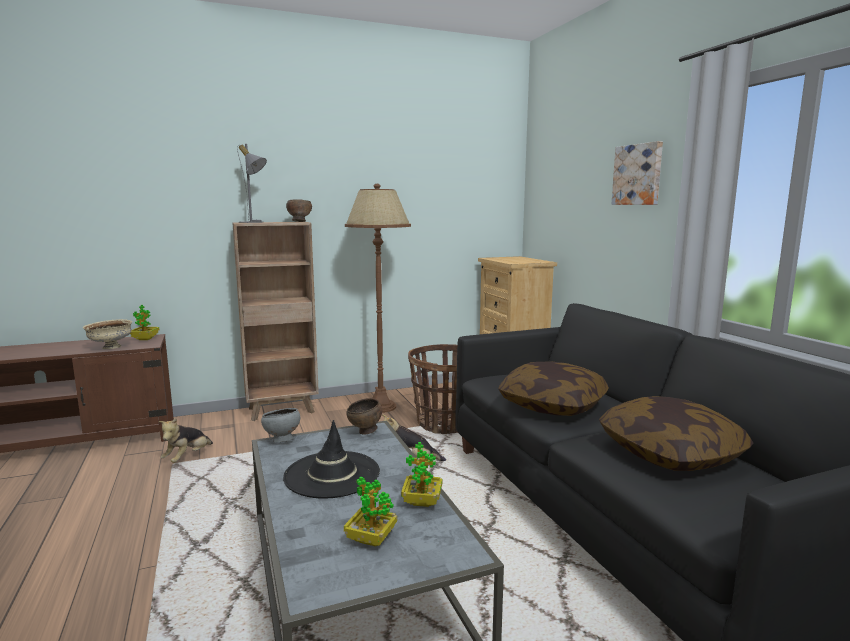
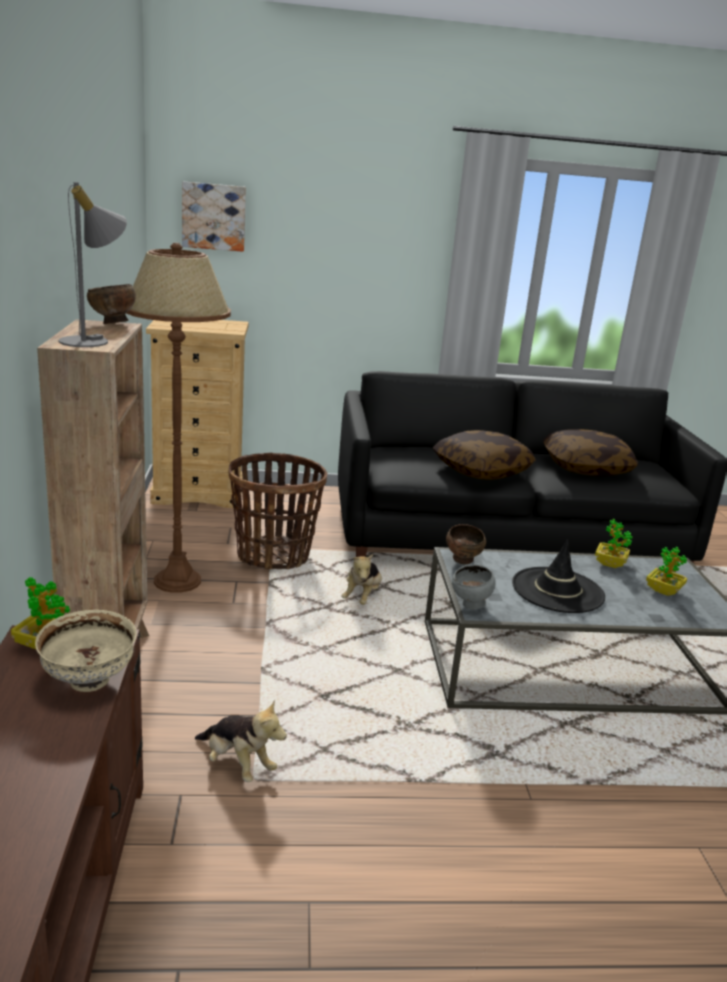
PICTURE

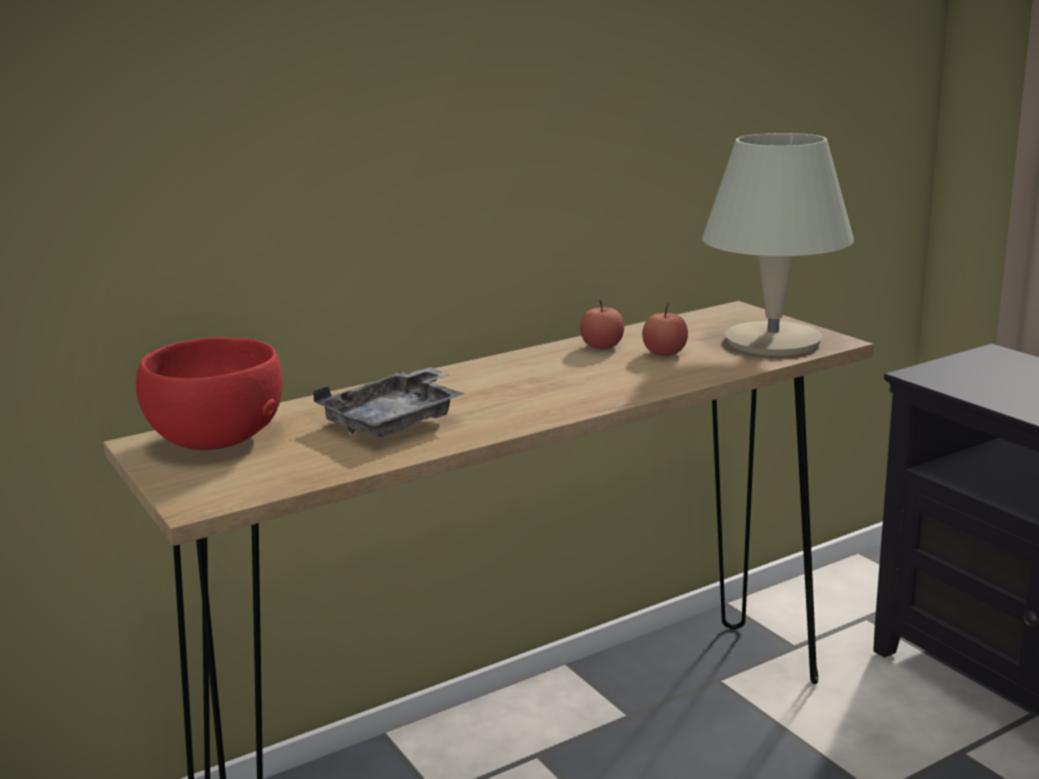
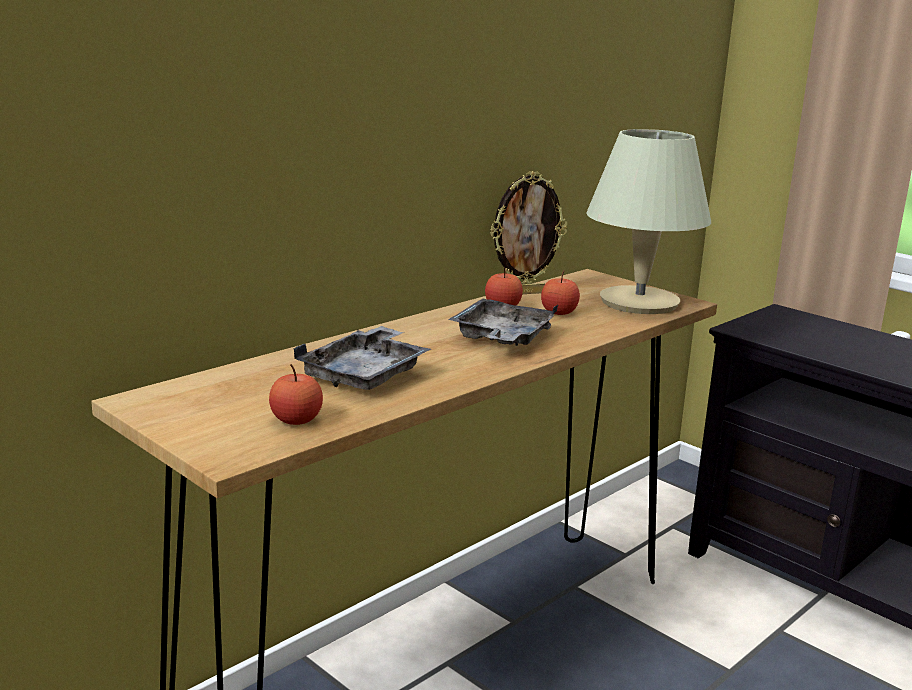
APPLE (1st from left)
GREY TRAY (2nd from left)
PICTURE FRAME
RED BOWL

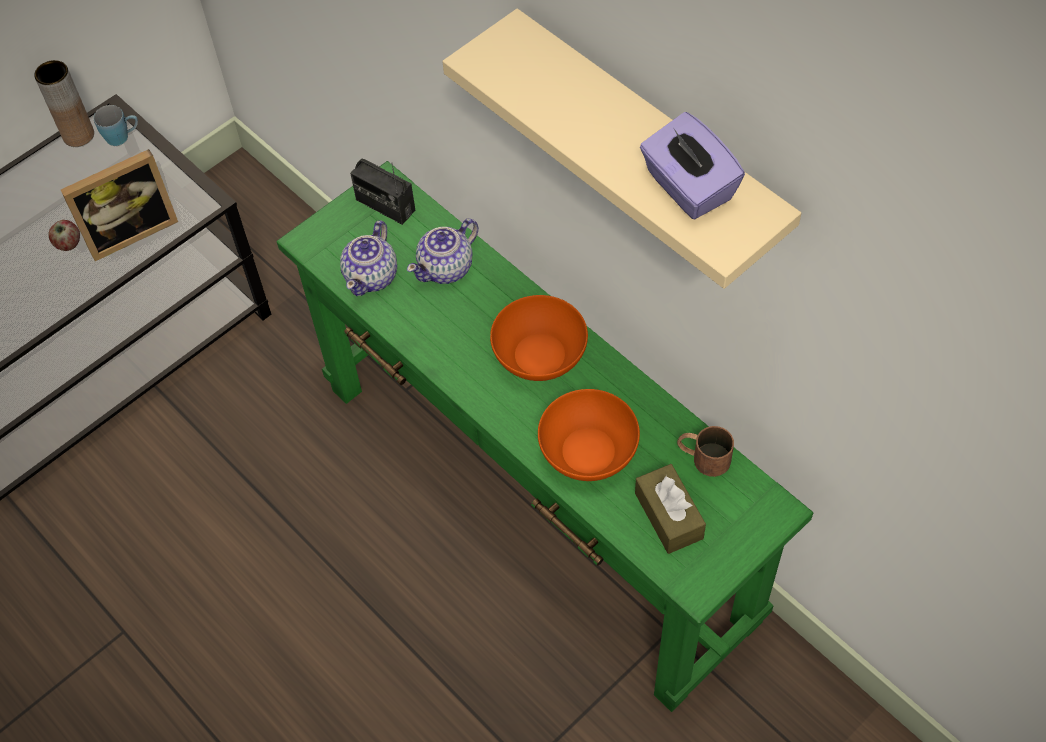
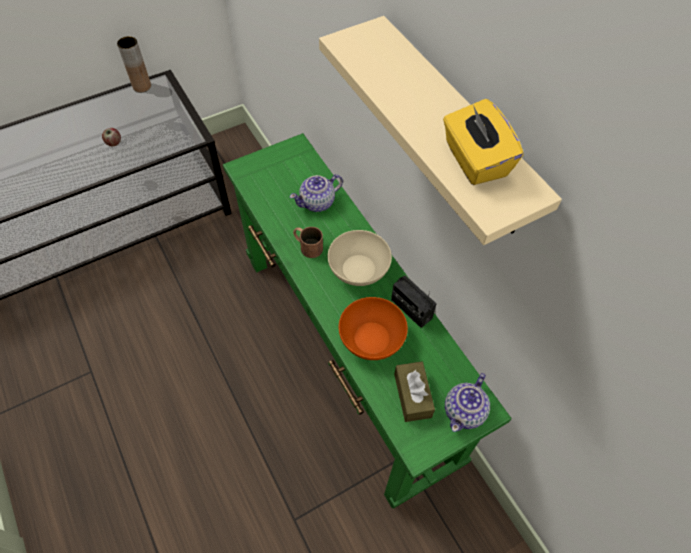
BROWN MUG
BEIGE BOWL
RADIO
YELLOW TISSUE BOX
TEAPOT (2nd from left)
PICTURE FRAME
BLUE MUG

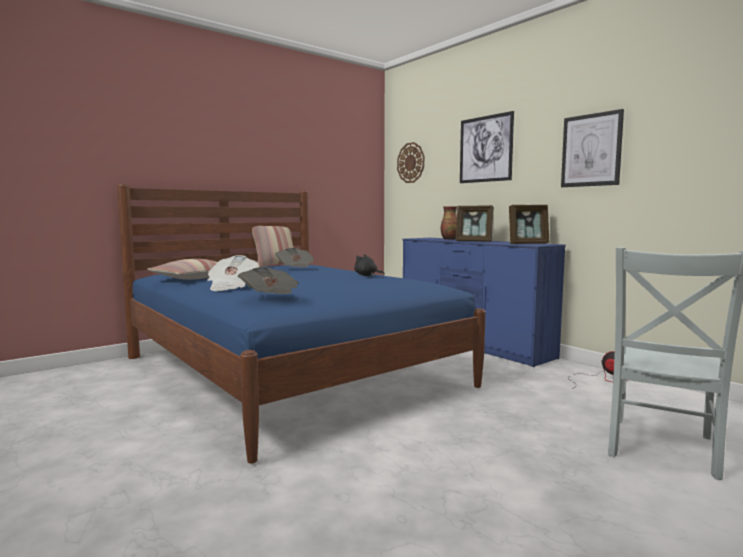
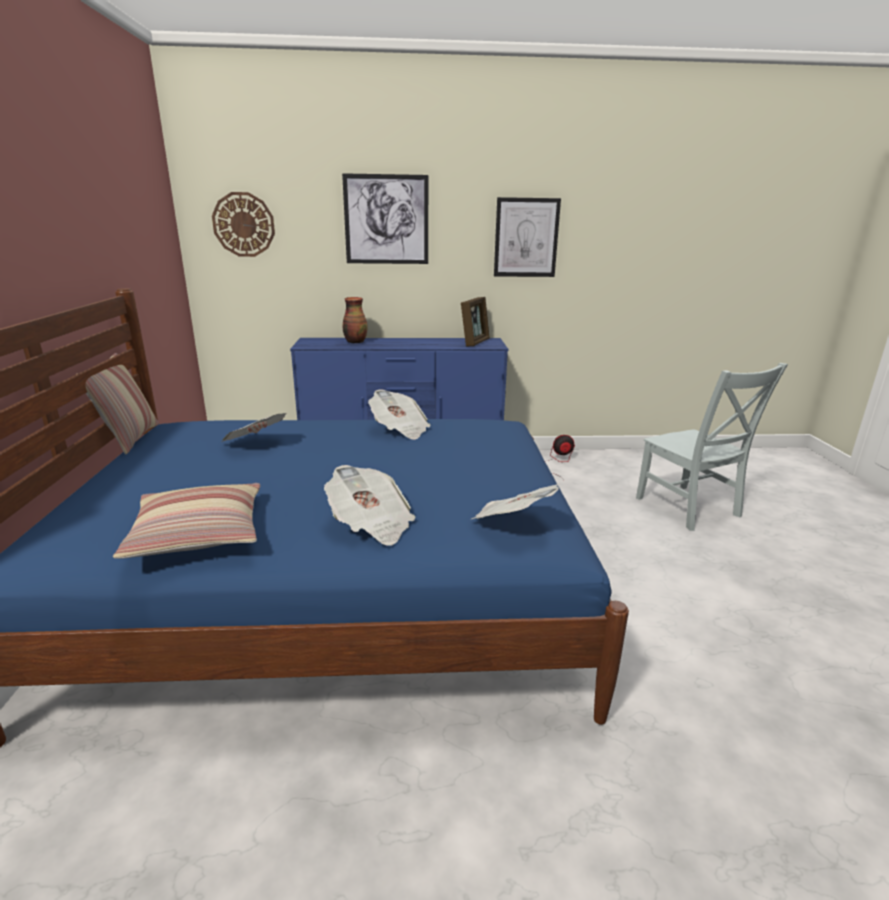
NEWSPAPER (3rd from left)
PICTURE FRAME (1st from left in the first image)

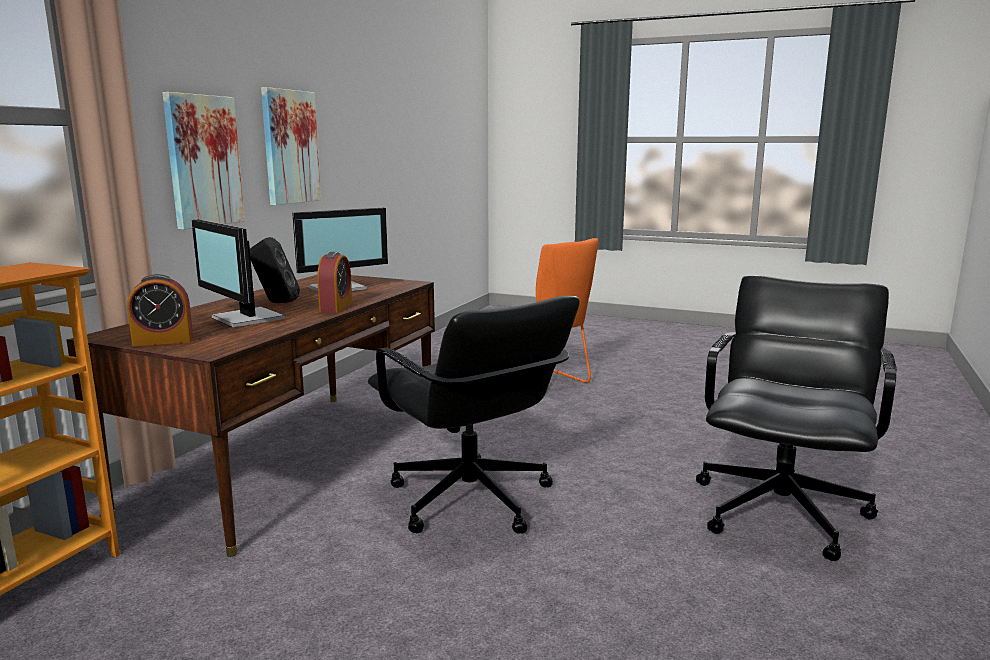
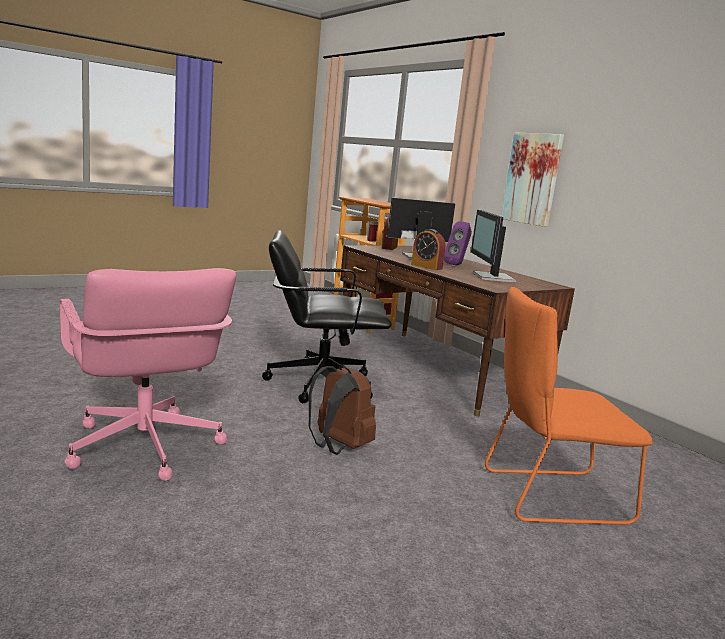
PINK OFFICE CHAIR
BROWN BACKPACK
PURPLE SPEAKER
PICTURE (2nd from left in the first image)

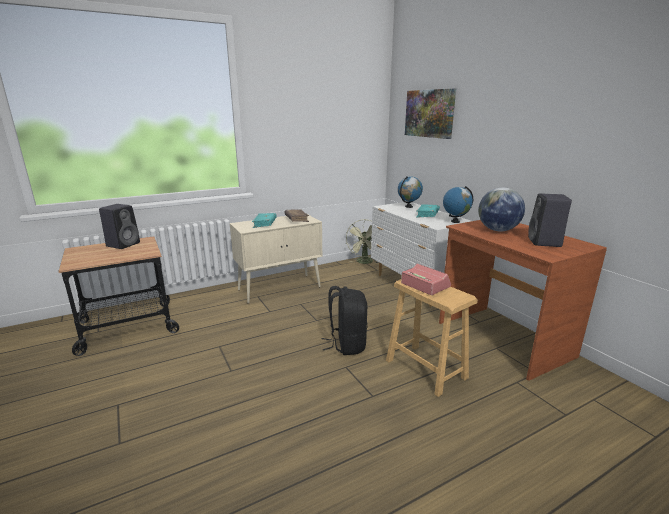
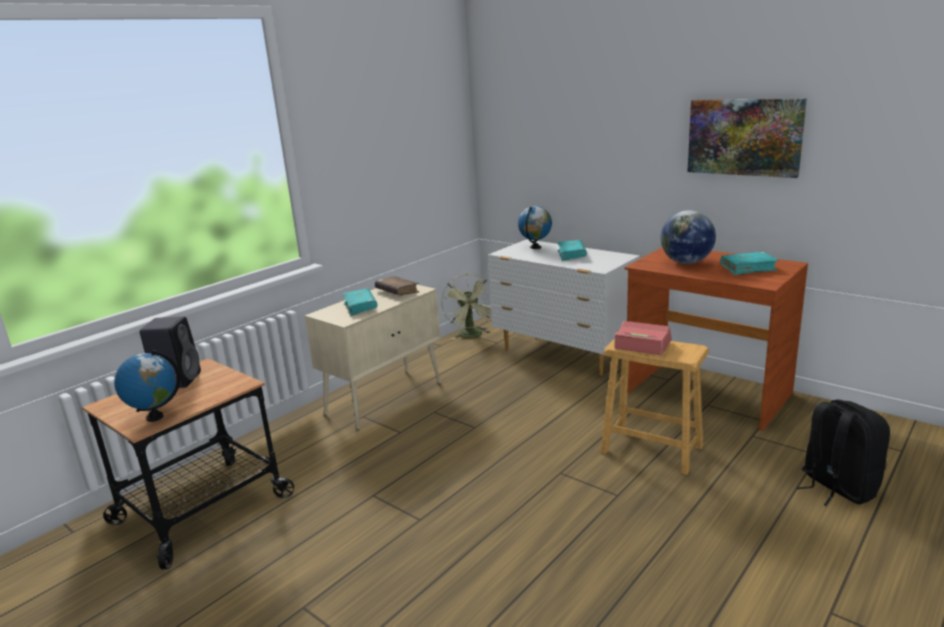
GLOBE (1st from left)
PICTURE
TURQUOISE BOOK (3rd from left)
BLACK BACKPACK

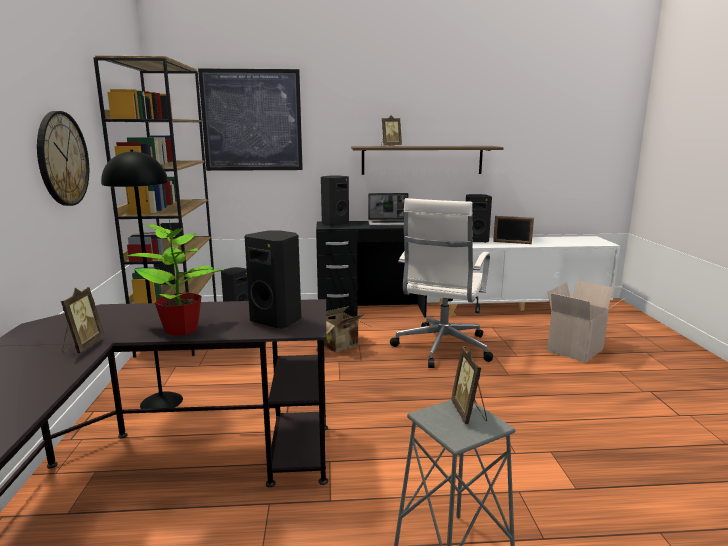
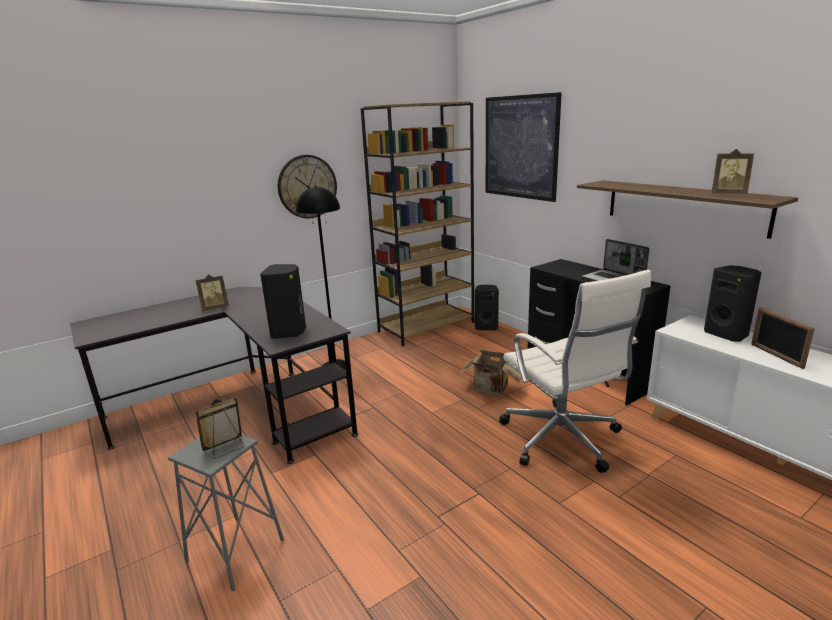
WHITE OFFICE CHAIR
PICTURE FRAME (3rd from left)
POTTED PLANT
BLACK SPEAKER (3rd from left in the first image)
CARDBOARD BOX (2nd from left in the first image)

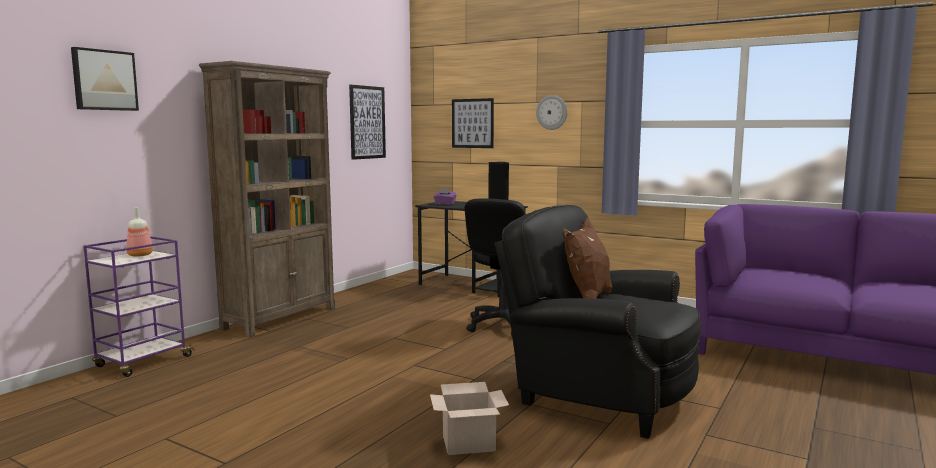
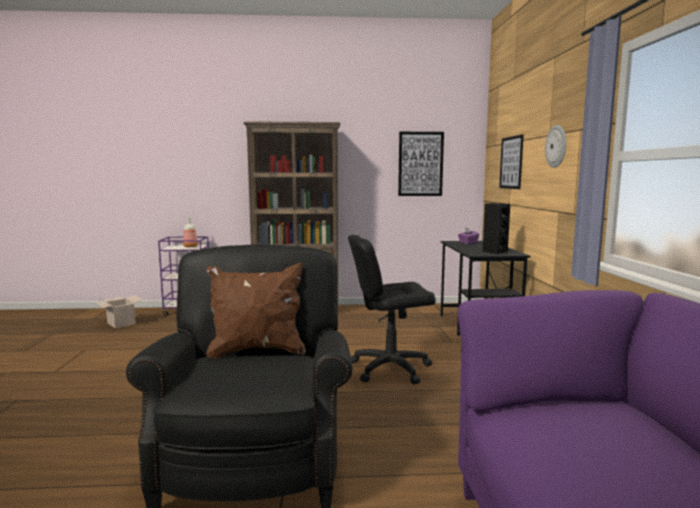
CARDBOARD BOX
PICTURE (1st from left in the first image)

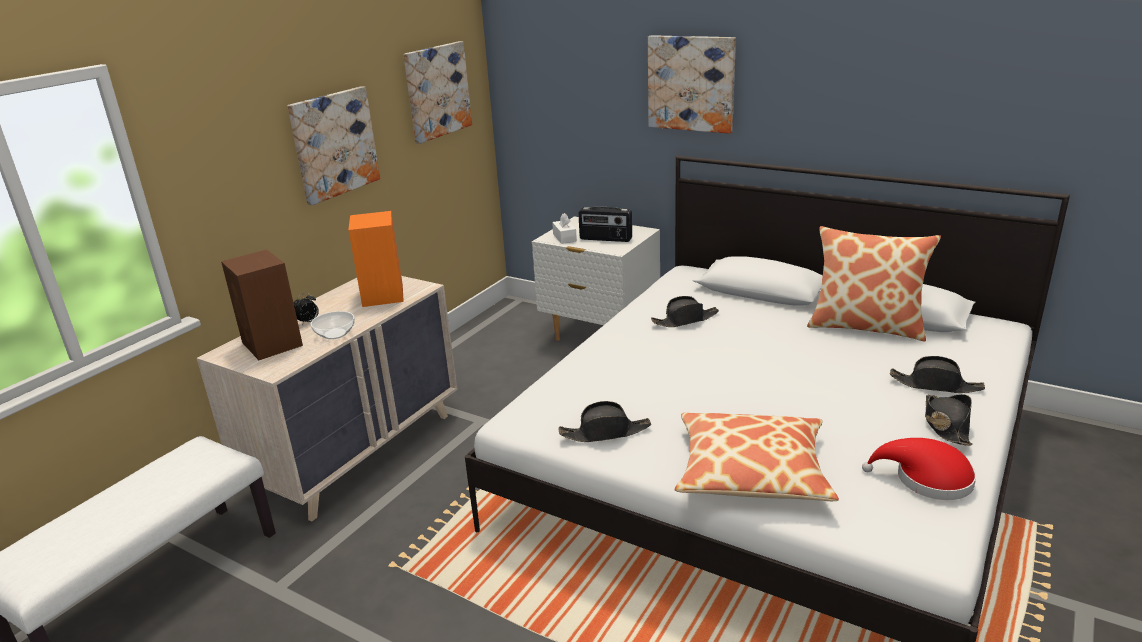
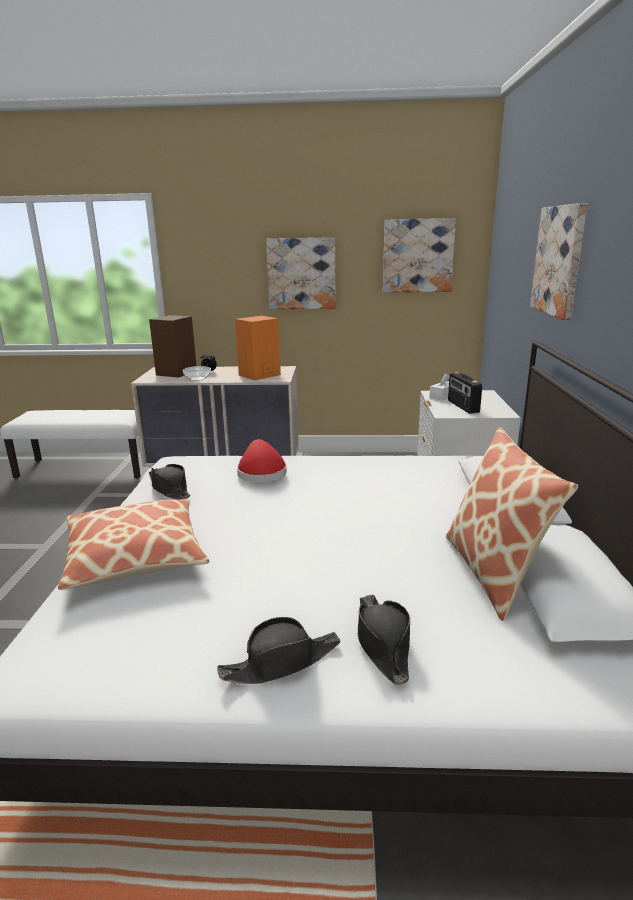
RED HAT
BLACK HAT (2nd from left in the first image)

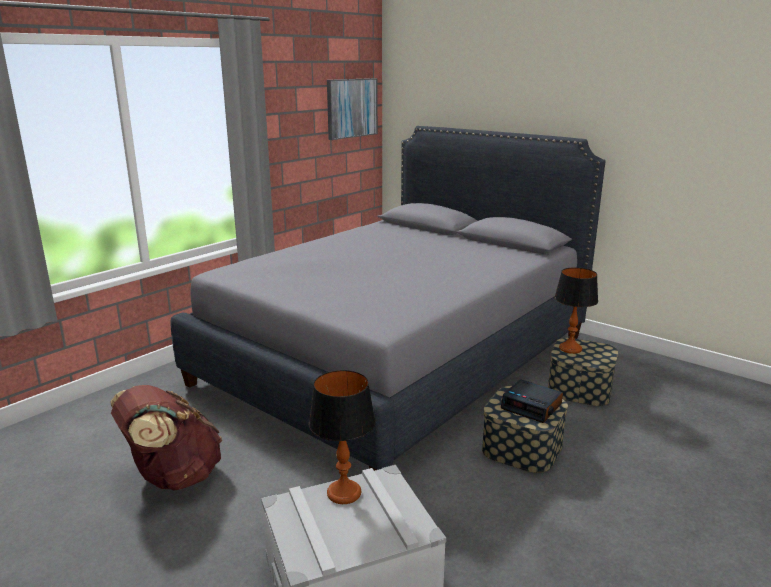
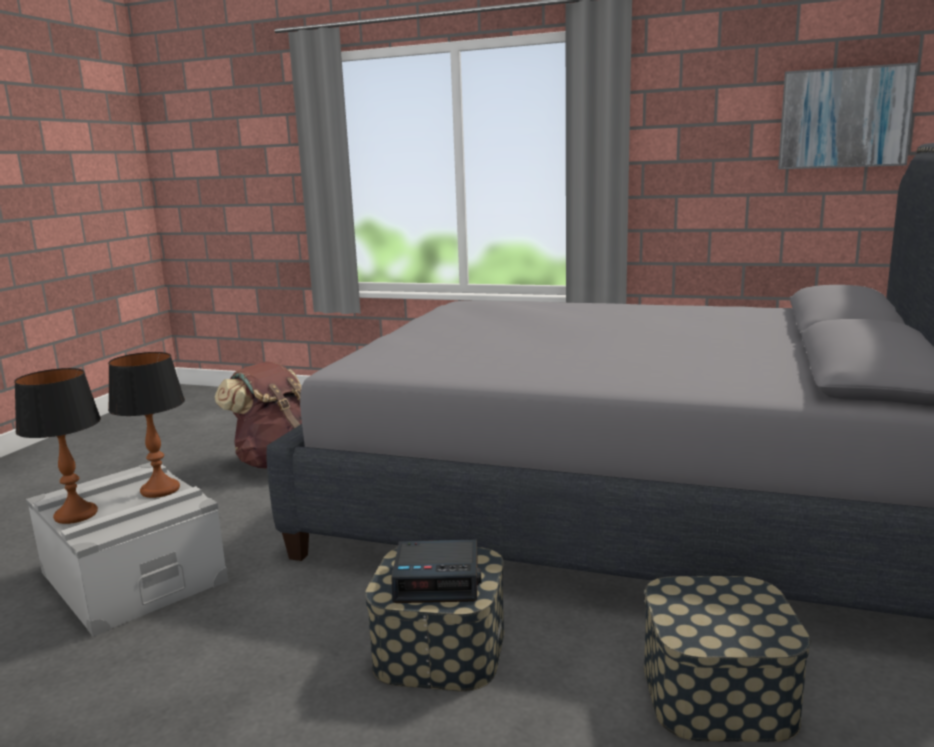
TABLE LAMP (1st from left)
ALARM CLOCK

